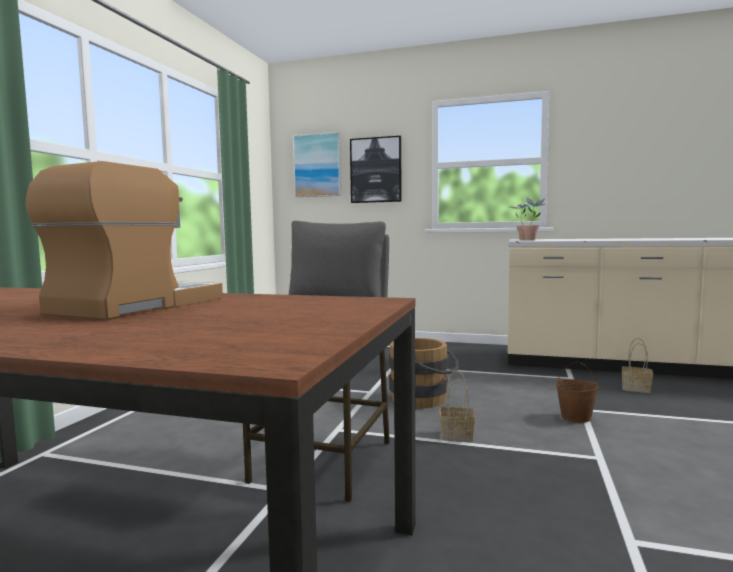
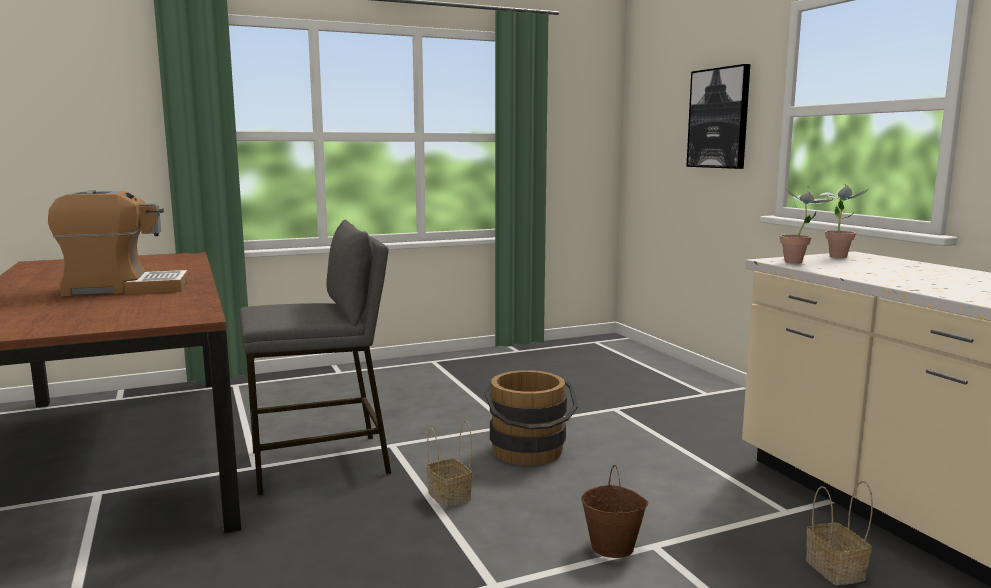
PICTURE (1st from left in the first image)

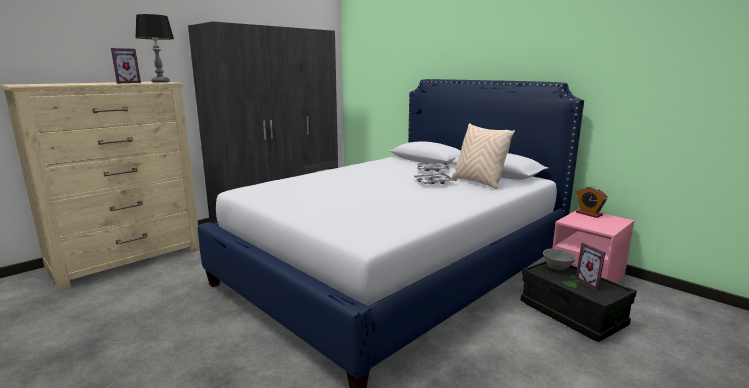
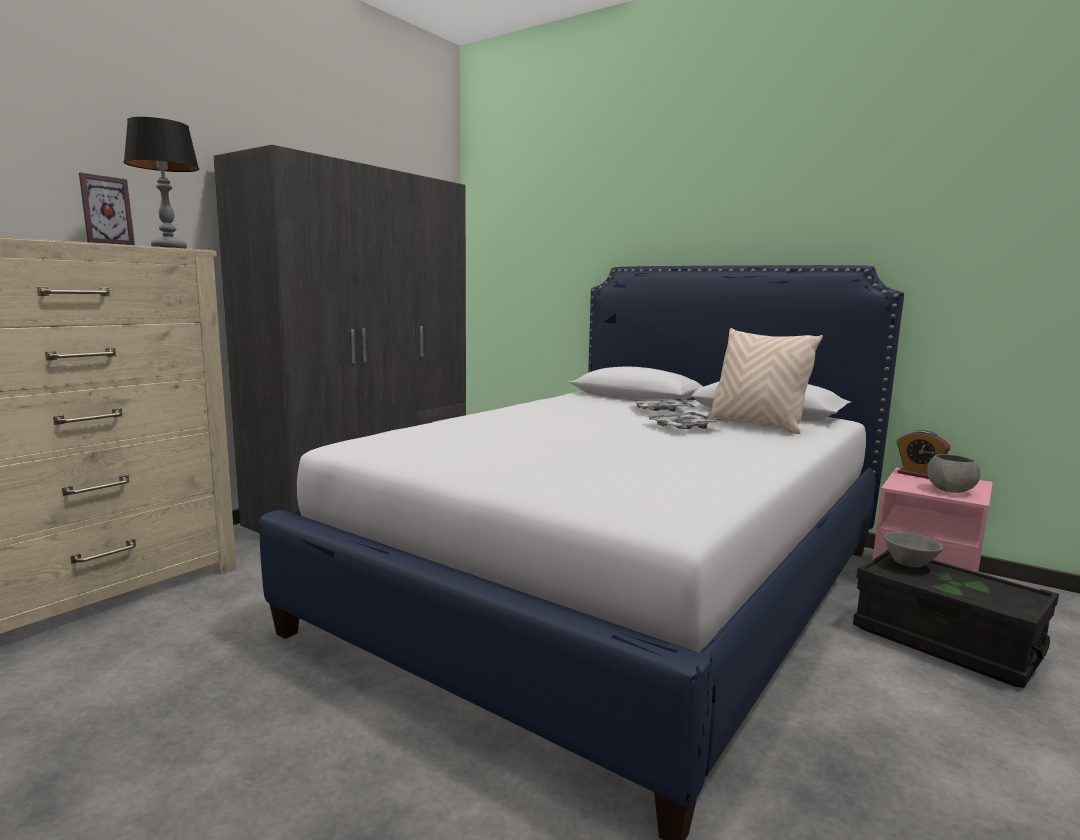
GREY BOWL (2nd from left)
PICTURE FRAME (2nd from left in the first image)

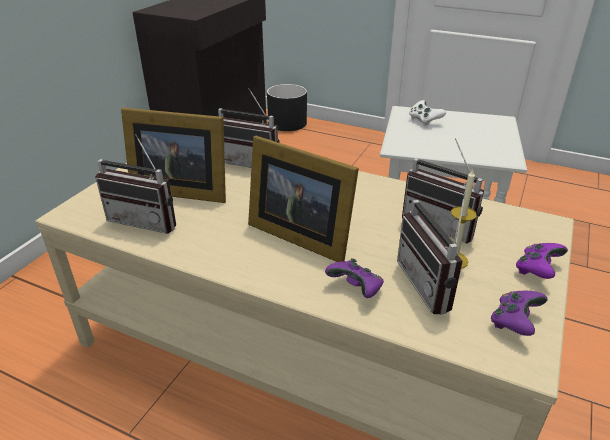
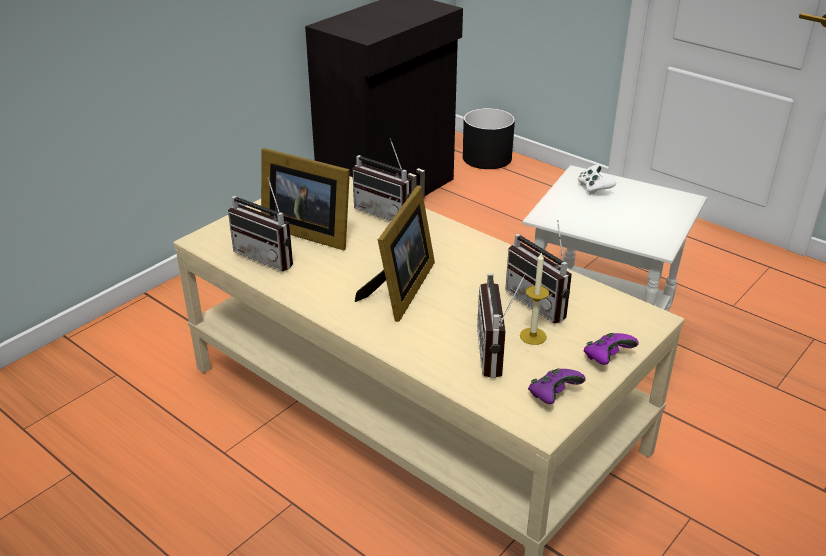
PICTURE FRAME (2nd from left)
PURPLE GAME CONTROLLER (1st from left in the first image)

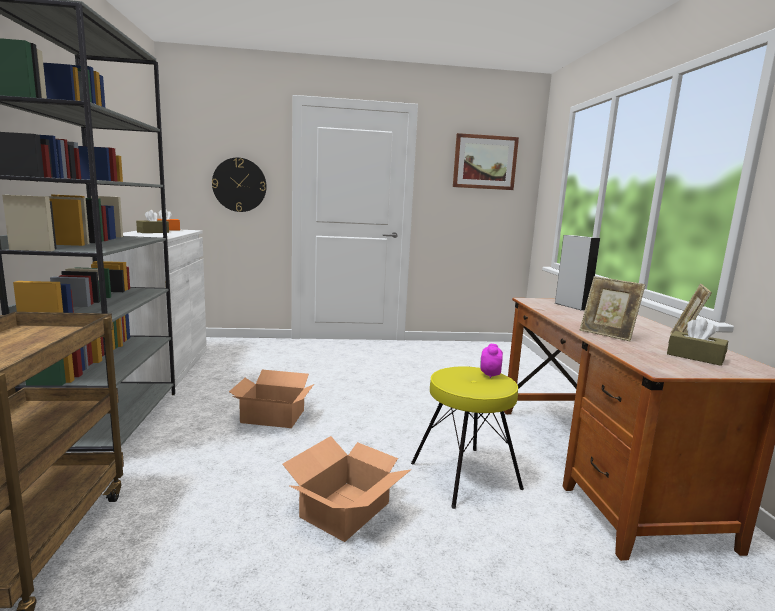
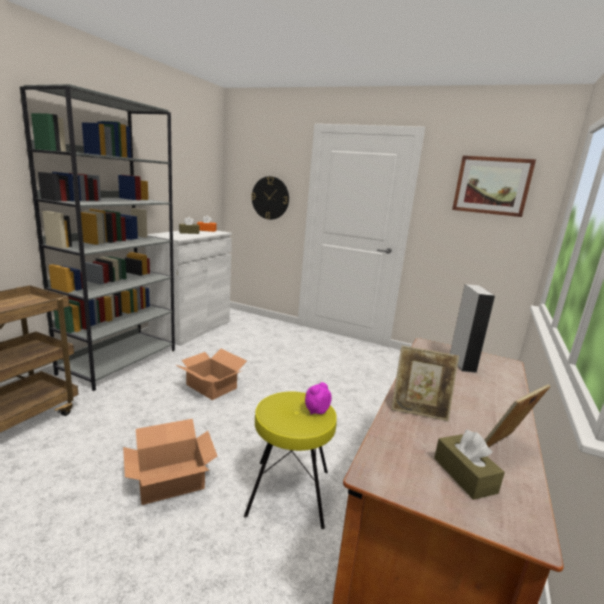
PICTURE FRAME (1st from left)

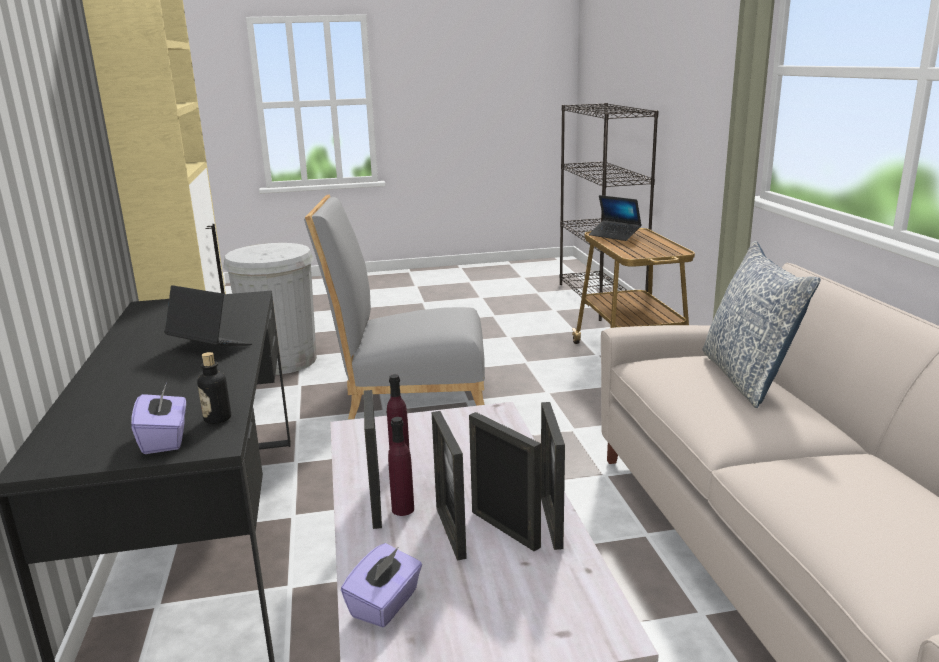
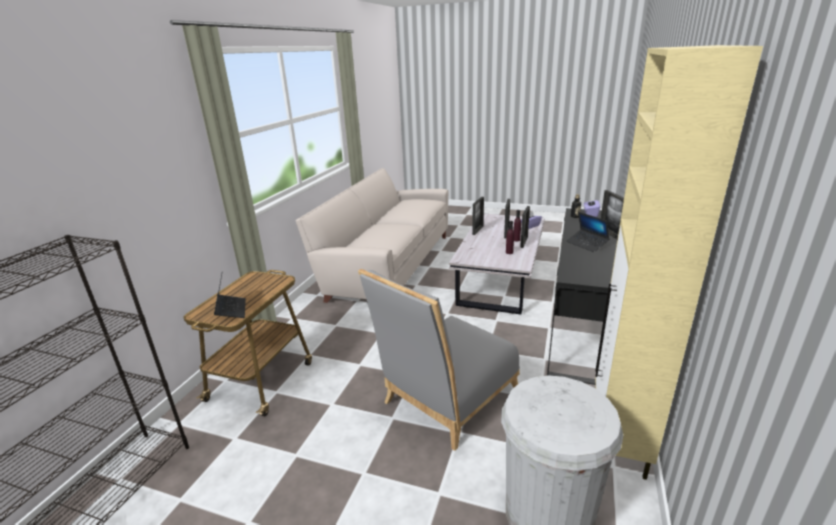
GREY CHAIR
PICTURE FRAME (4th from left)
PILLOW

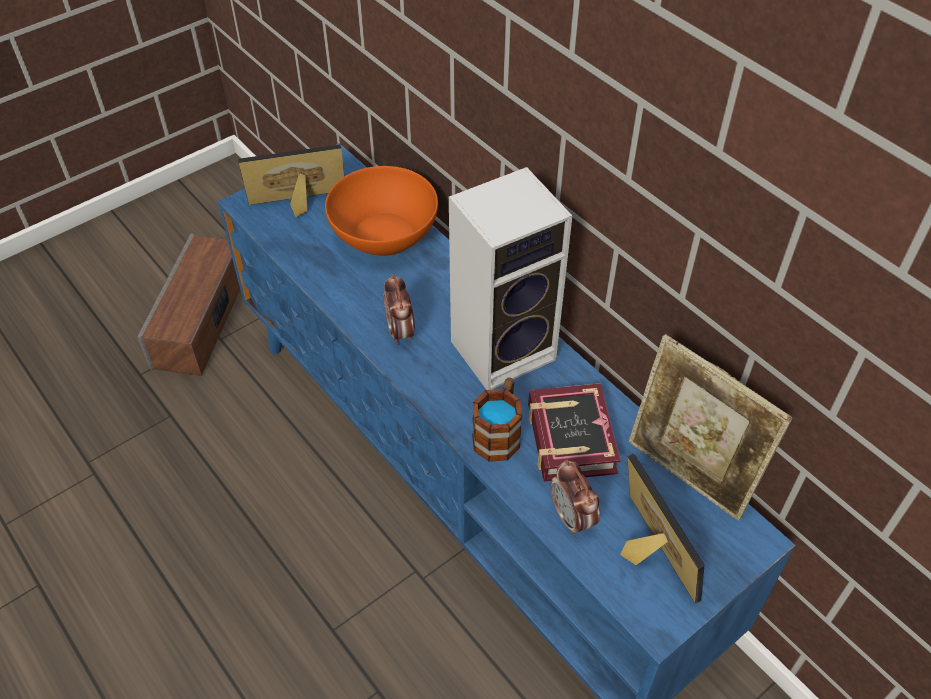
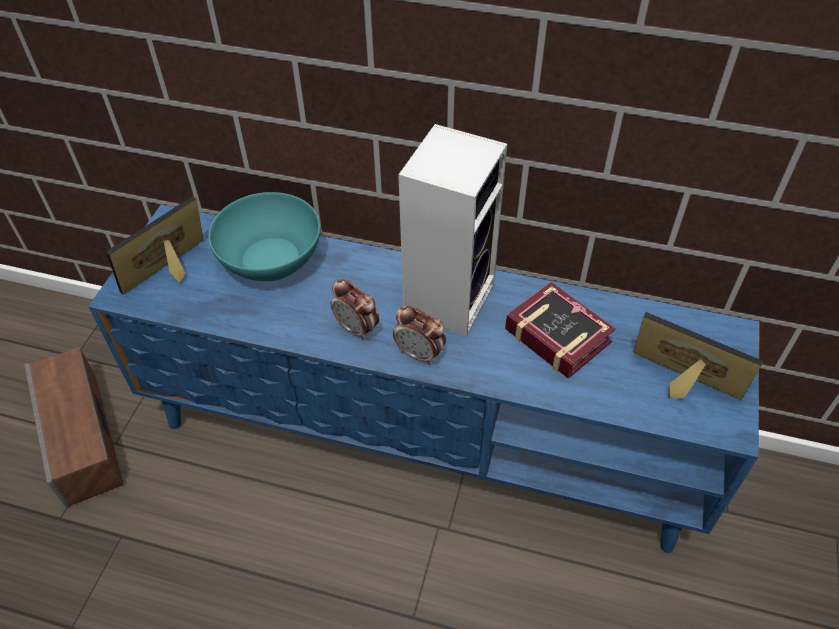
TURQUOISE BOWL
ALARM CLOCK (2nd from left)
MUG
PICTURE FRAME (3rd from left in the first image)

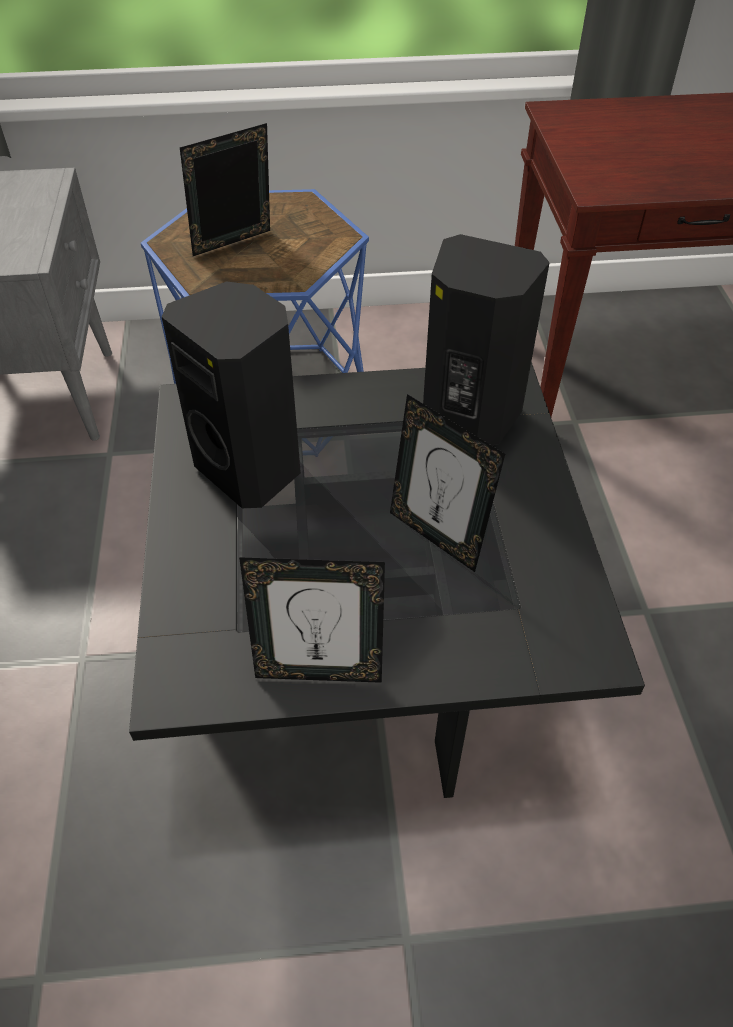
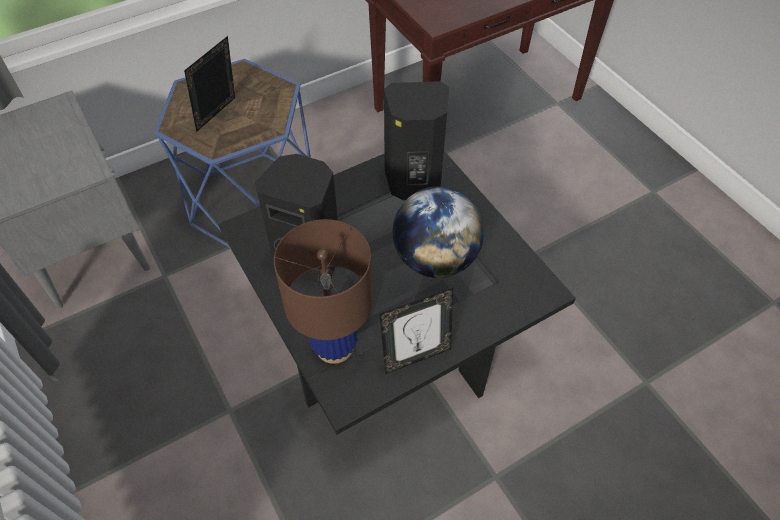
BROWN TABLE LAMP
GLOBE

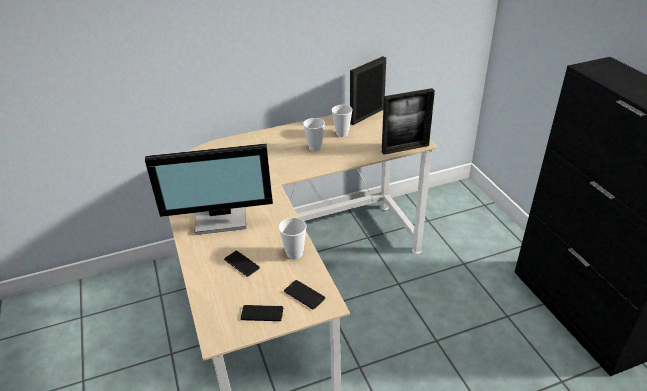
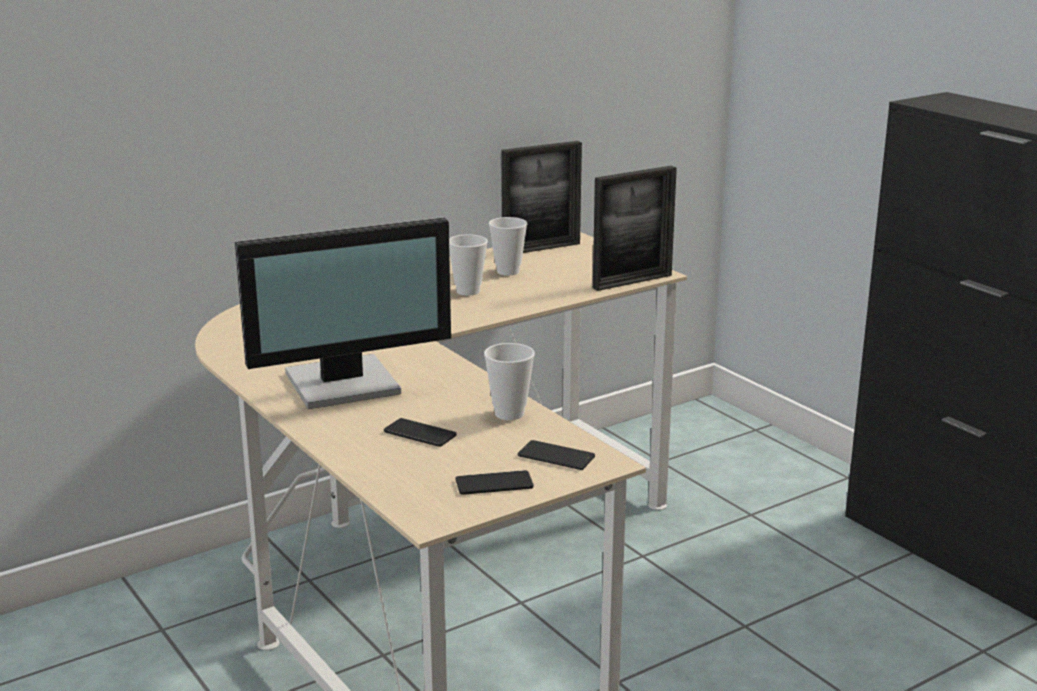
PICTURE FRAME (1st from left)

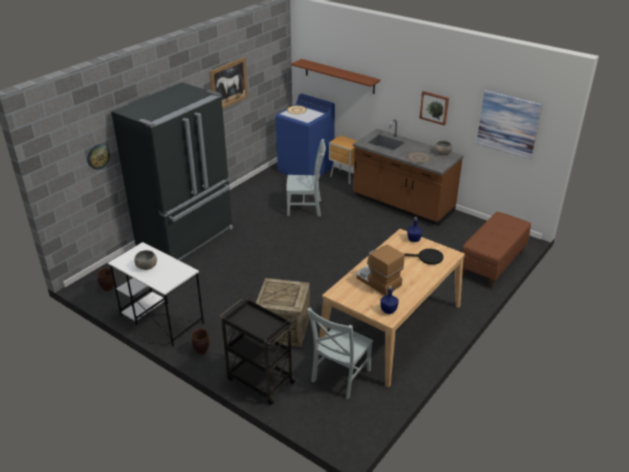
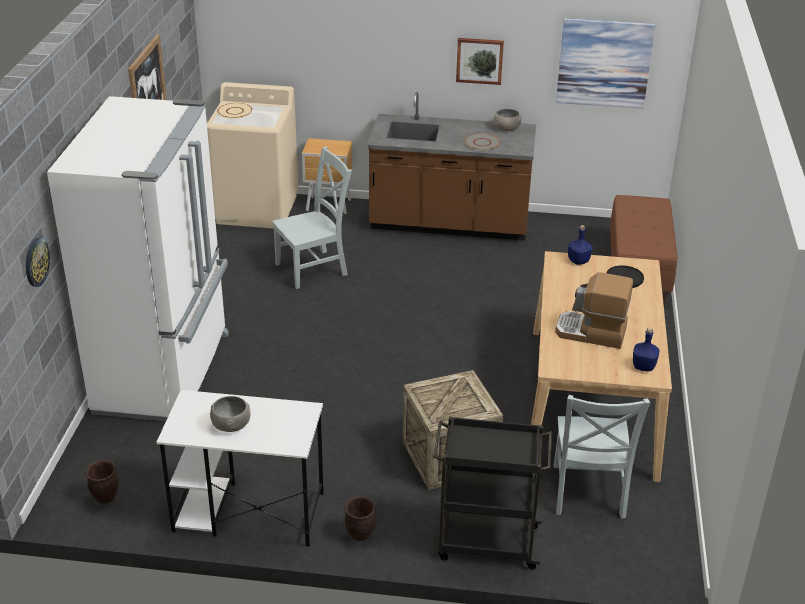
WHITE FRIDGE
BEIGE WASHING MACHINE
BROWN SHELF

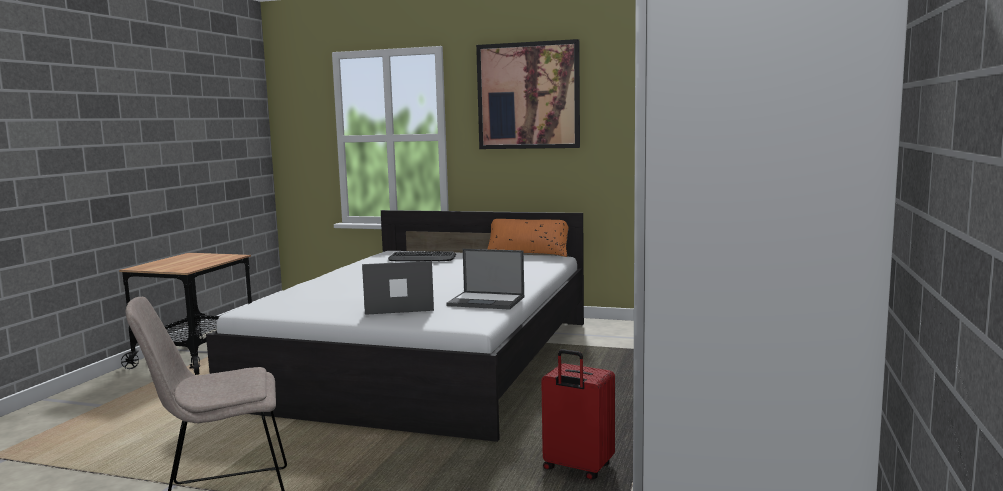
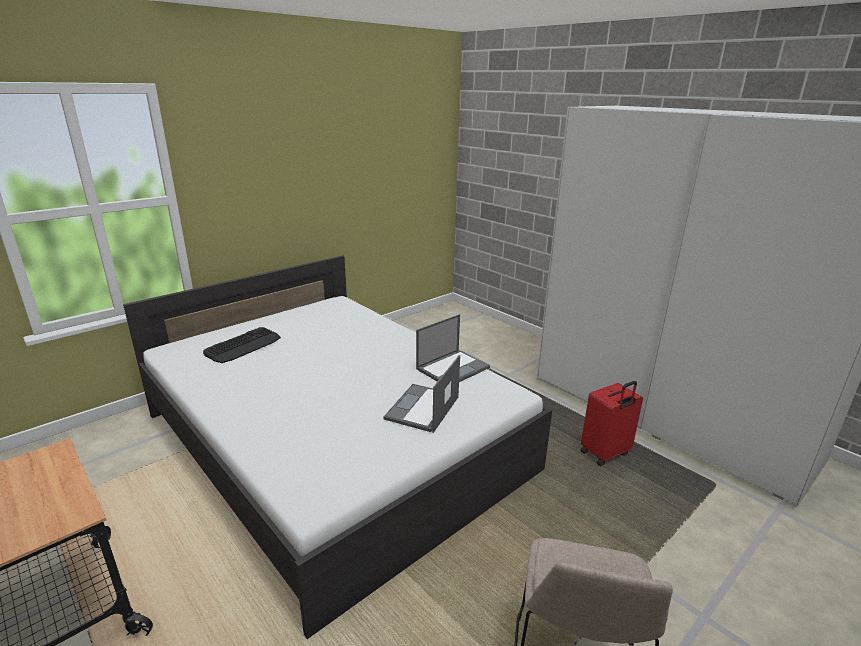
PICTURE
ORANGE PILLOW

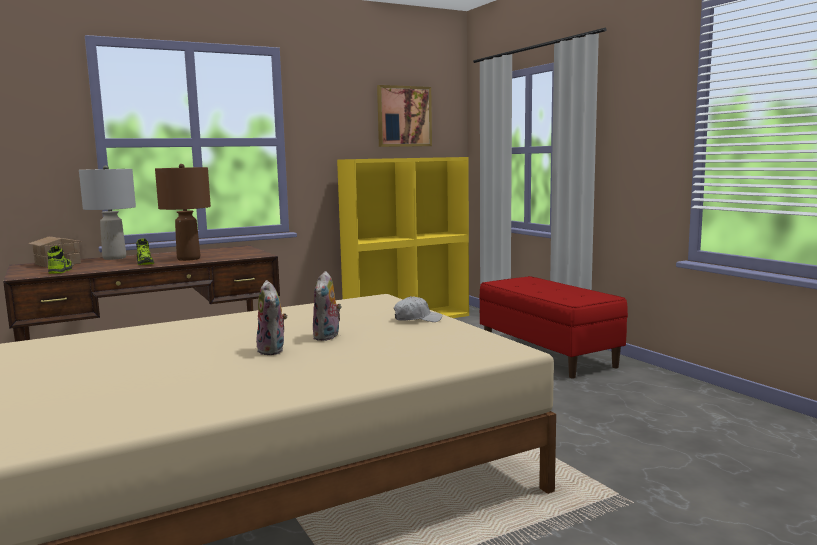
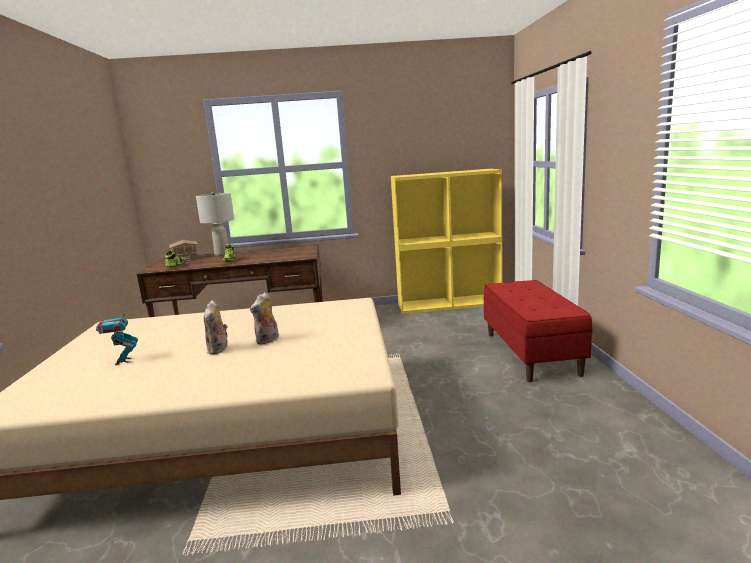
TOY ROBOT
BROWN TABLE LAMP
PICTURE
WHITE CAP

